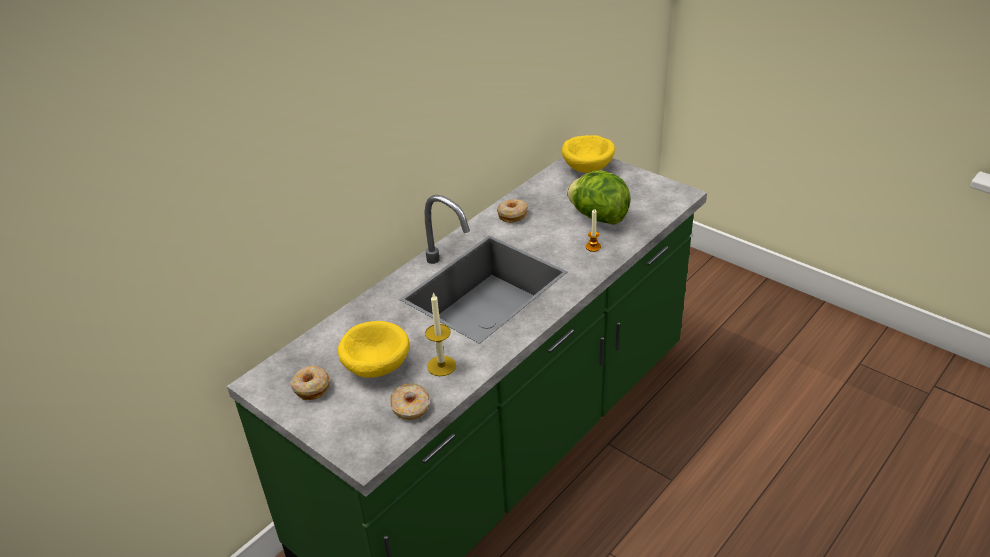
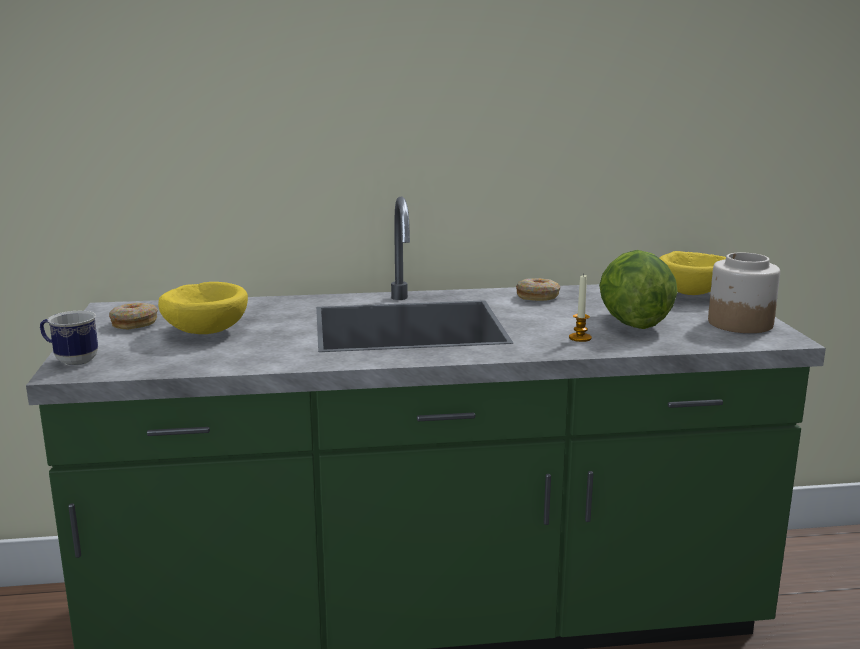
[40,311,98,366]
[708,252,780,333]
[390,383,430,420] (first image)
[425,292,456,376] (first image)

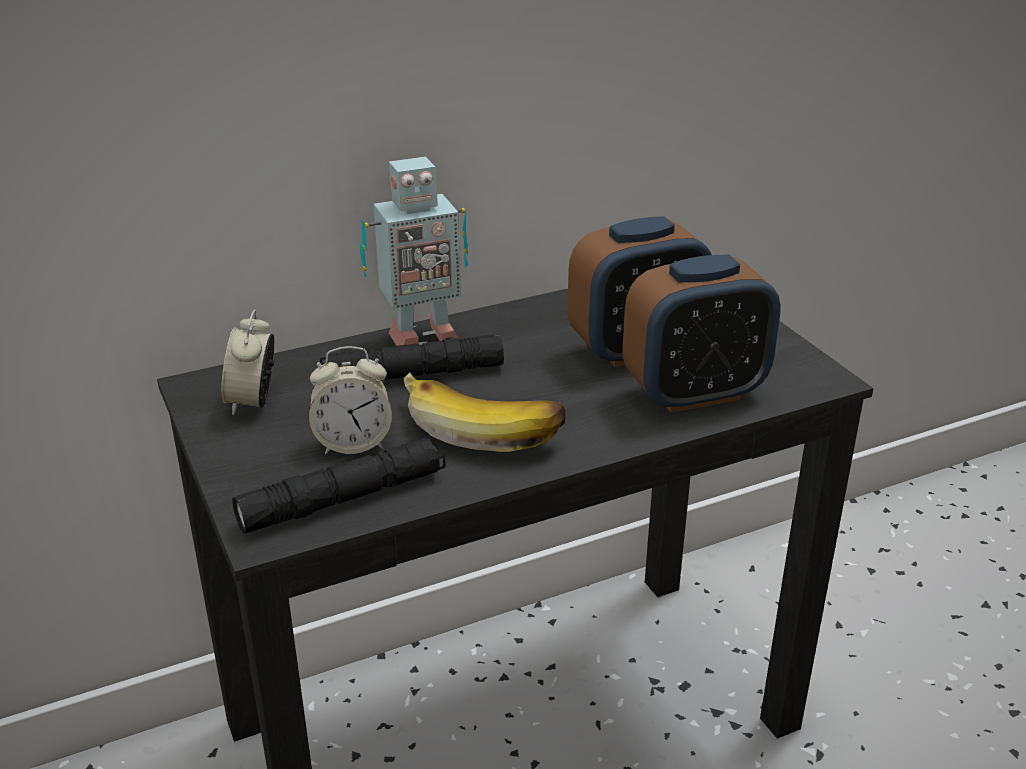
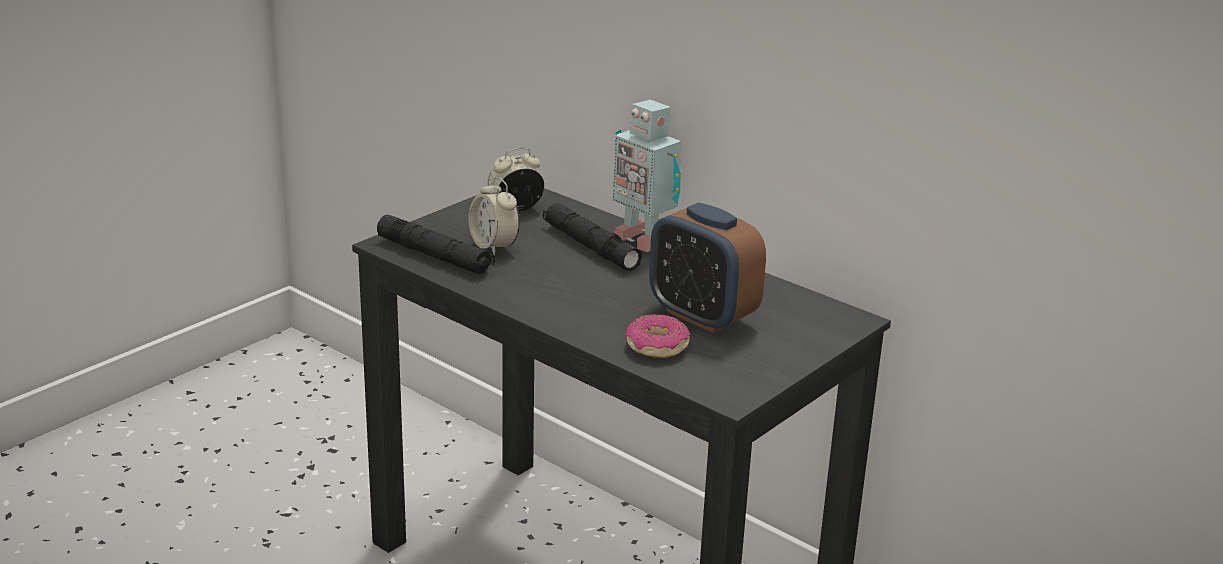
[625,314,690,358]
[403,373,566,452] (first image)

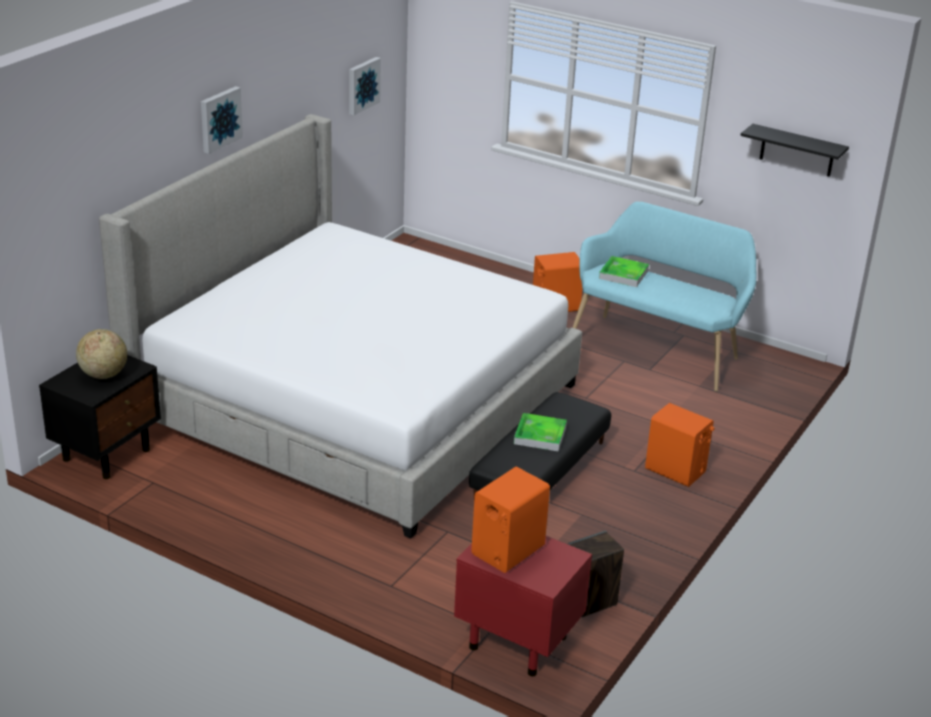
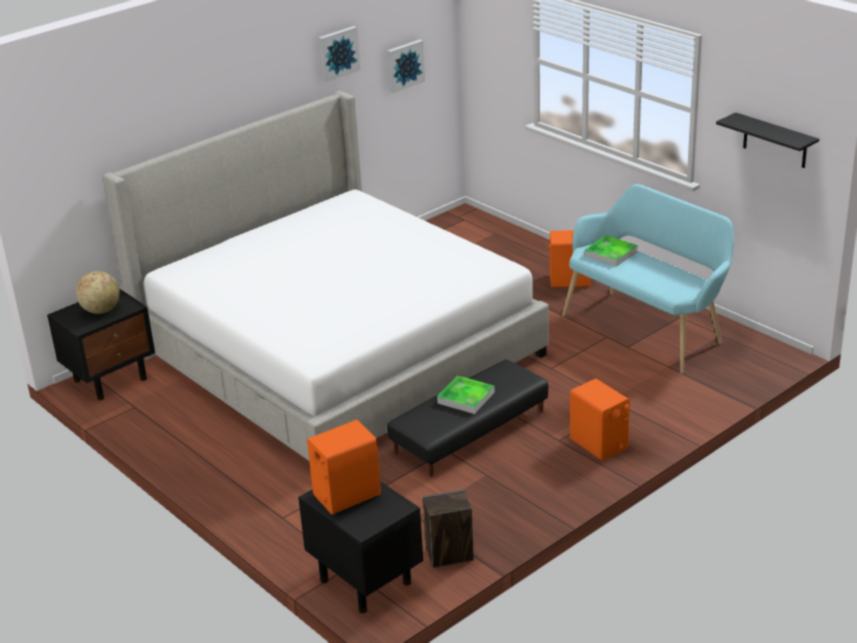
[298,481,423,613]
[318,26,360,82]

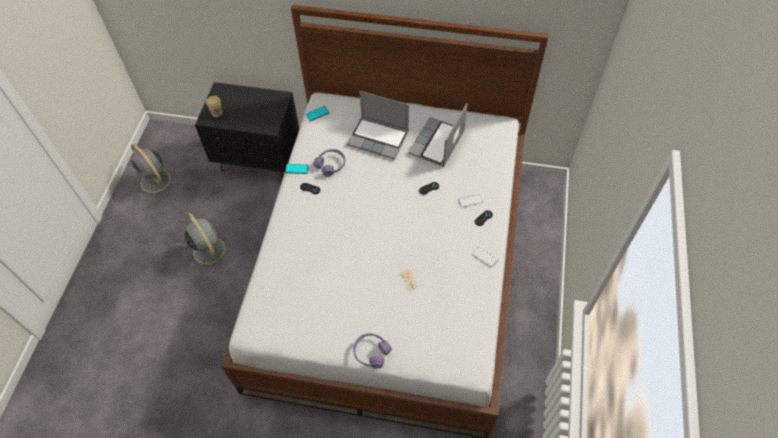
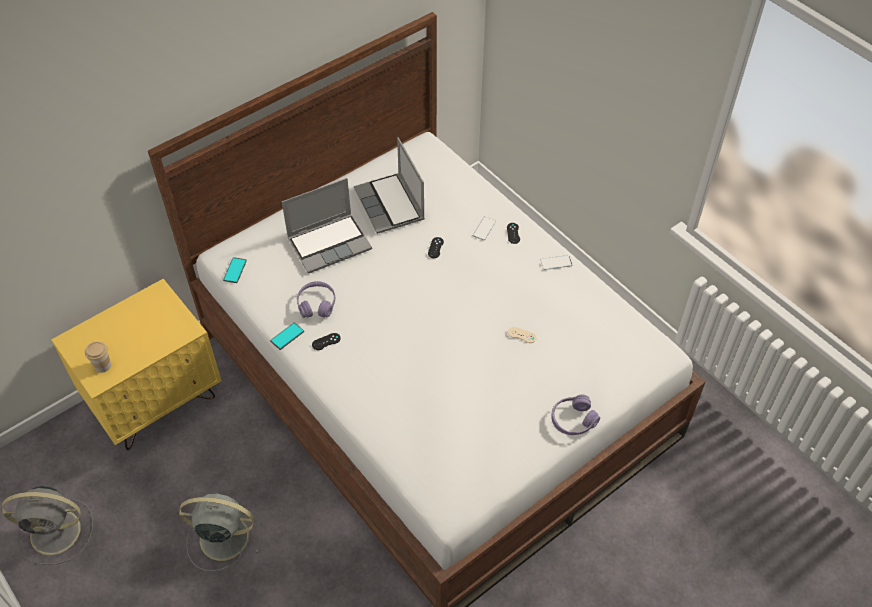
[51,279,222,450]

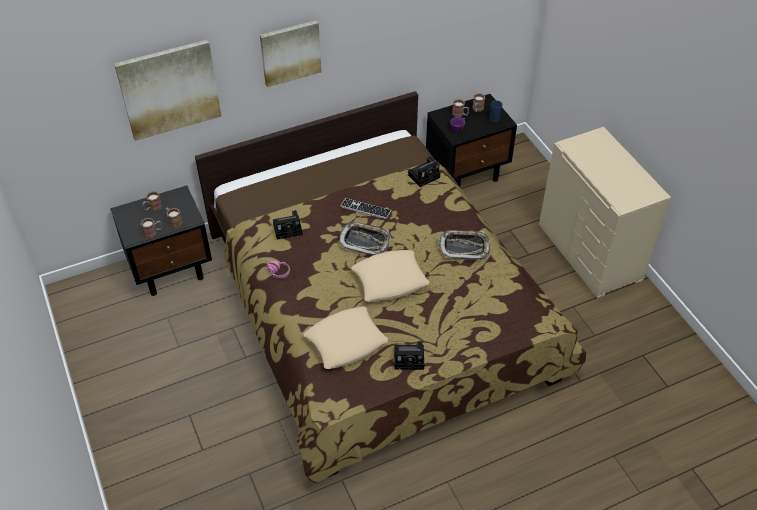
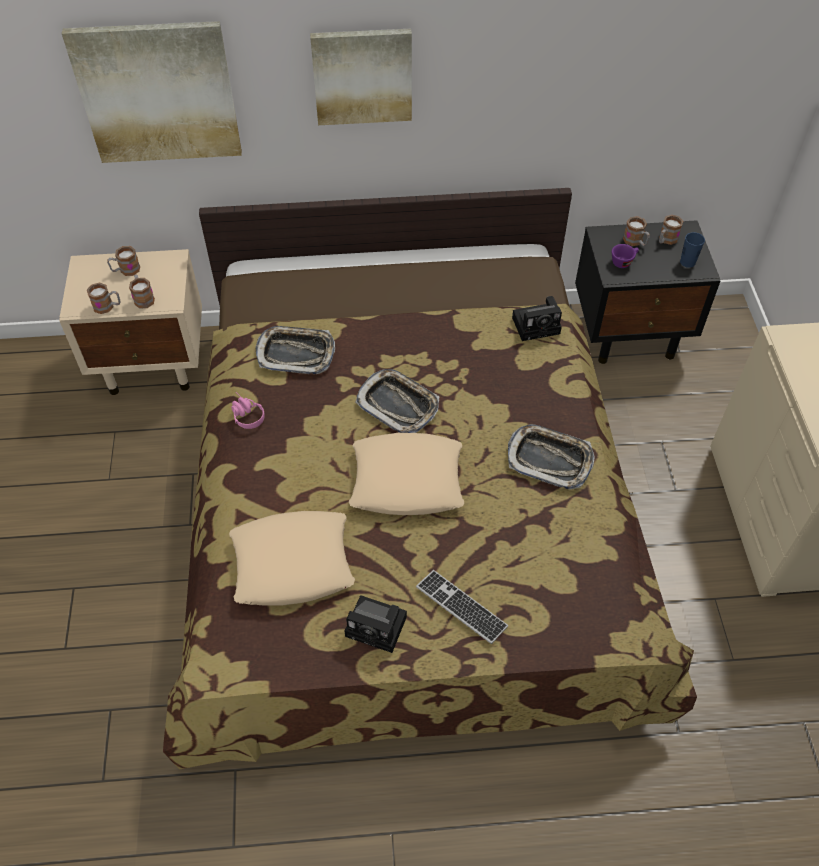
[59,249,202,395]
[255,326,335,374]
[416,570,508,644]

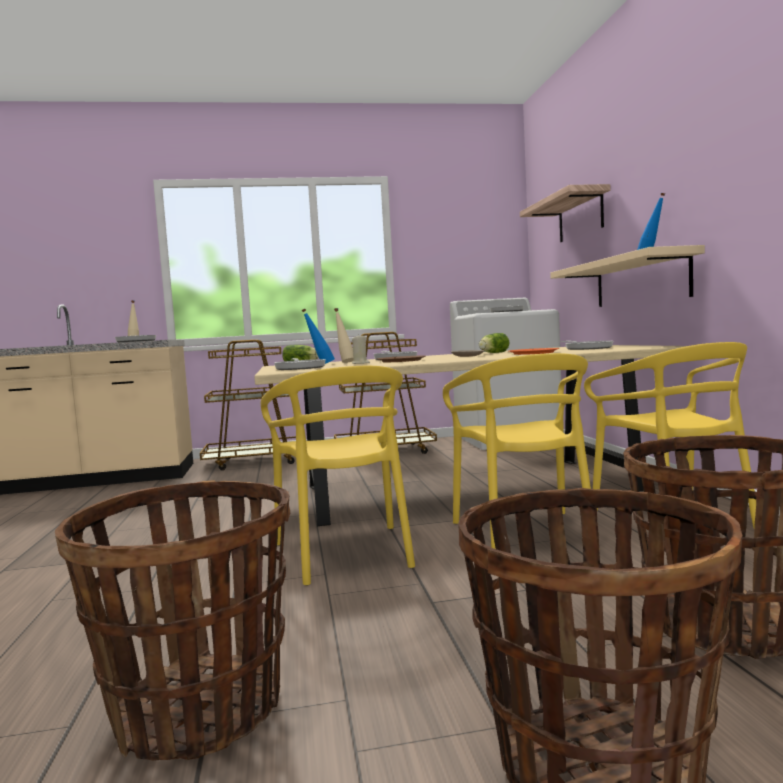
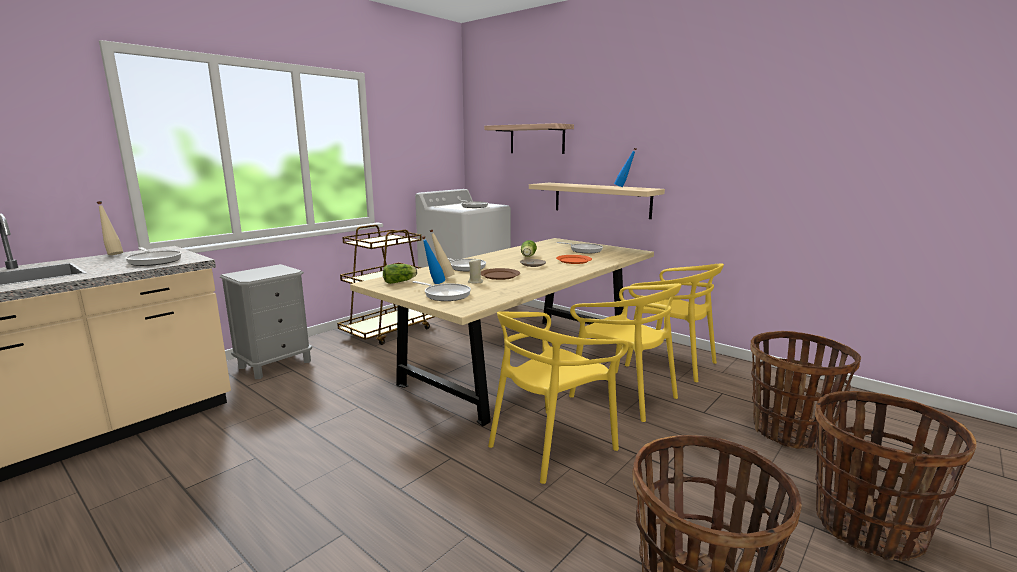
[220,264,312,379]
[488,311,629,484]

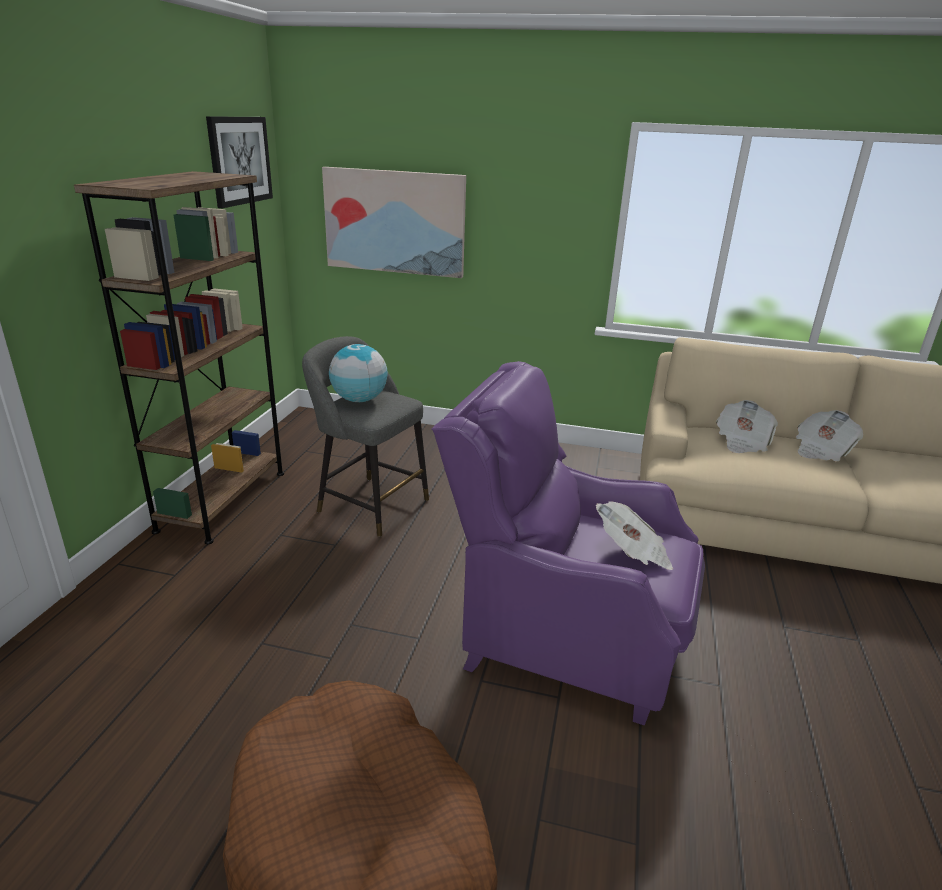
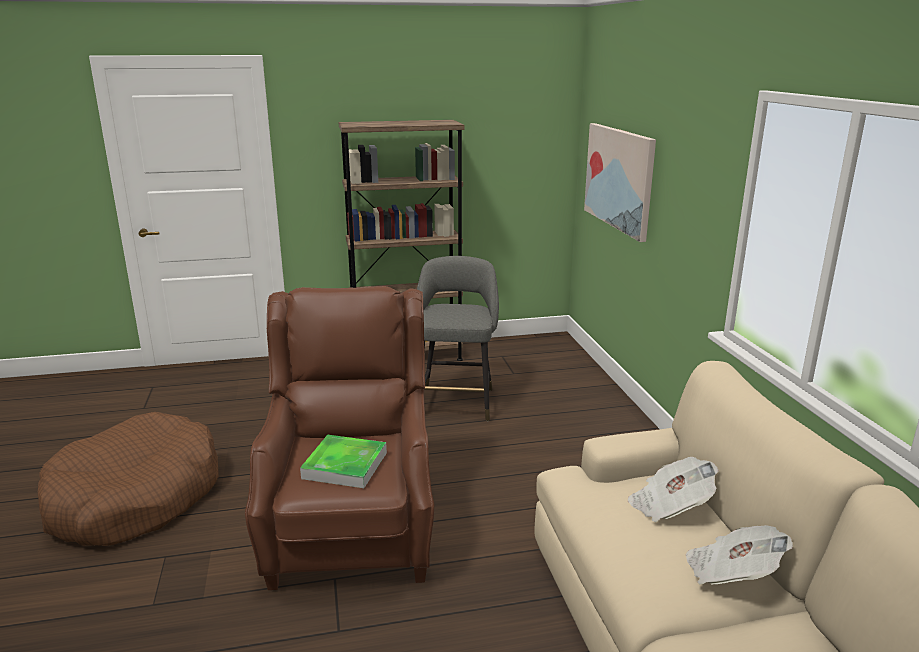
[245,286,434,590]
[300,435,387,488]
[206,116,273,208] (first image)
[329,344,388,402] (first image)

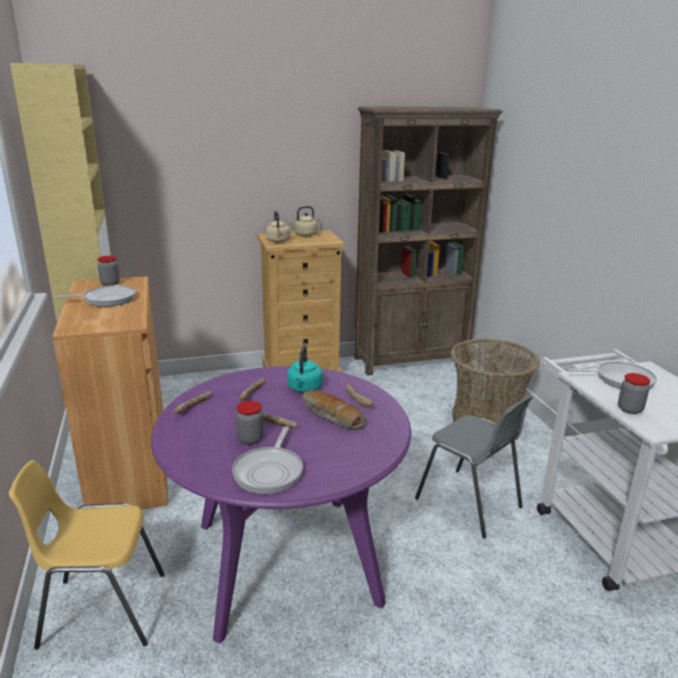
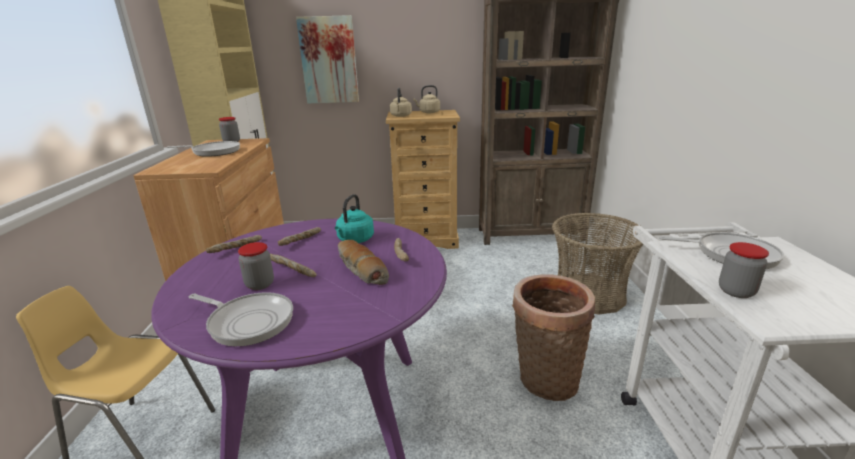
[189,292,293,346]
[296,15,359,103]
[512,274,595,401]

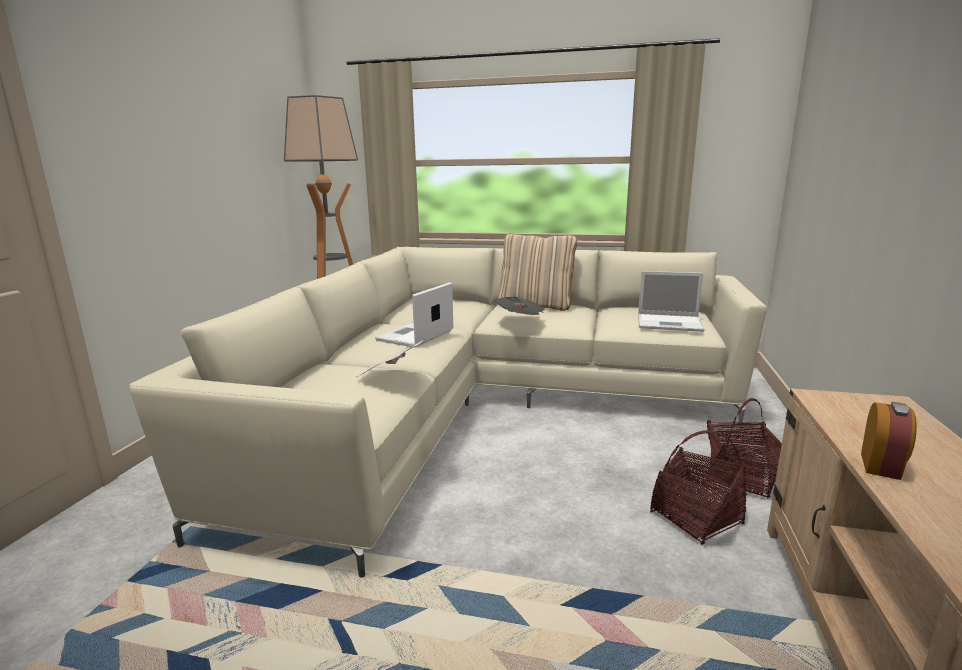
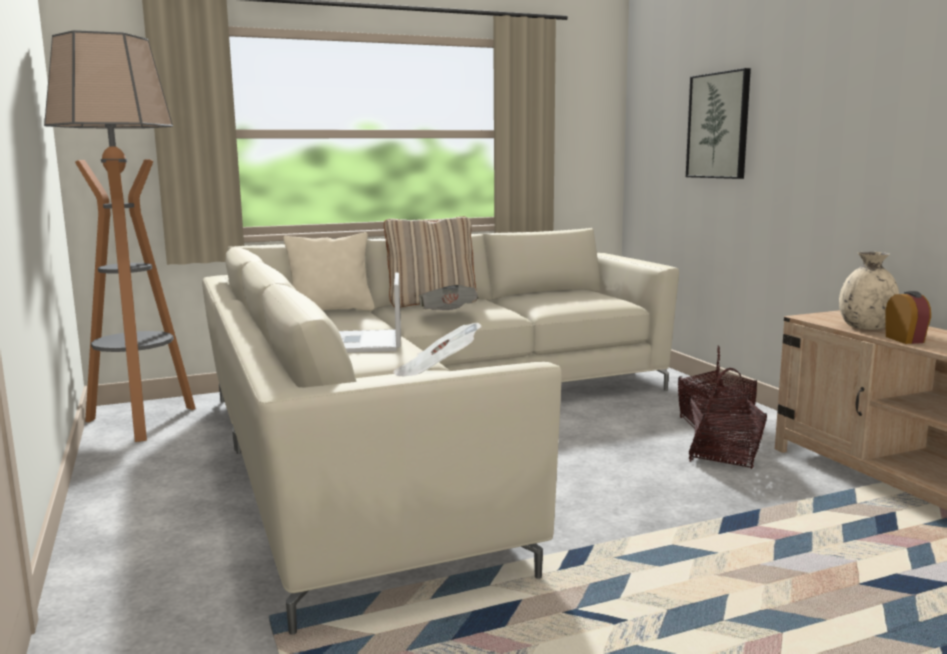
[283,232,375,311]
[686,68,751,179]
[839,252,899,330]
[638,271,704,332] (first image)

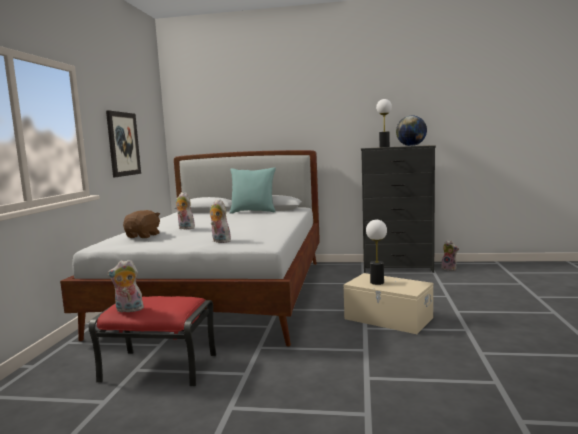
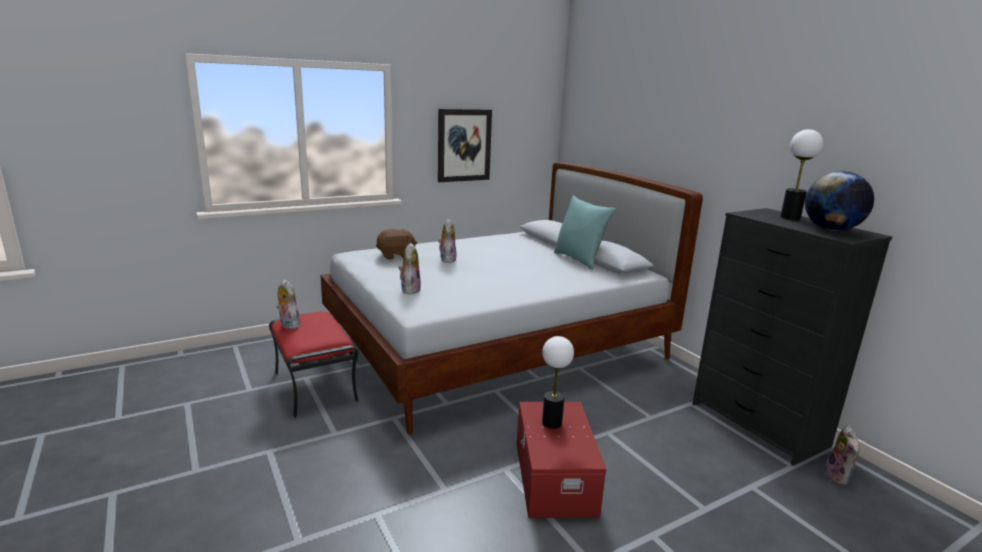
[517,402,606,518]

